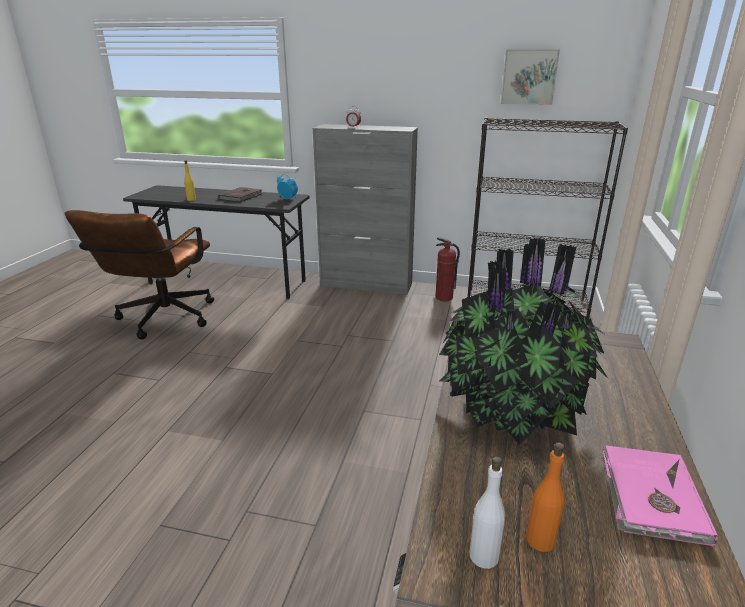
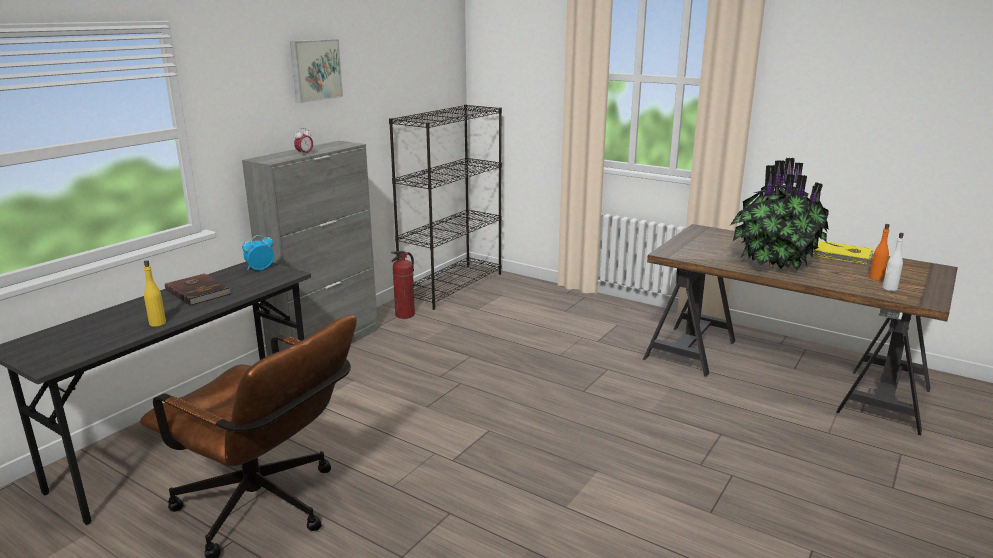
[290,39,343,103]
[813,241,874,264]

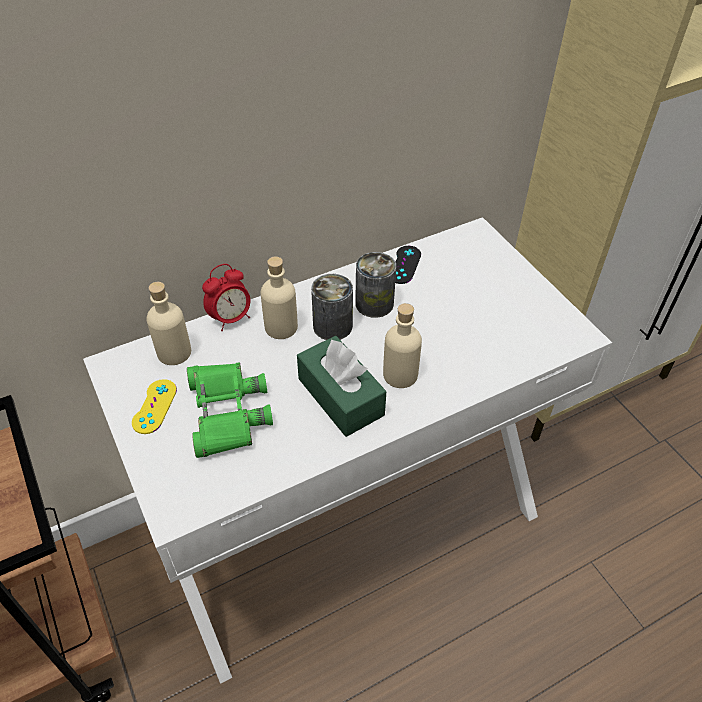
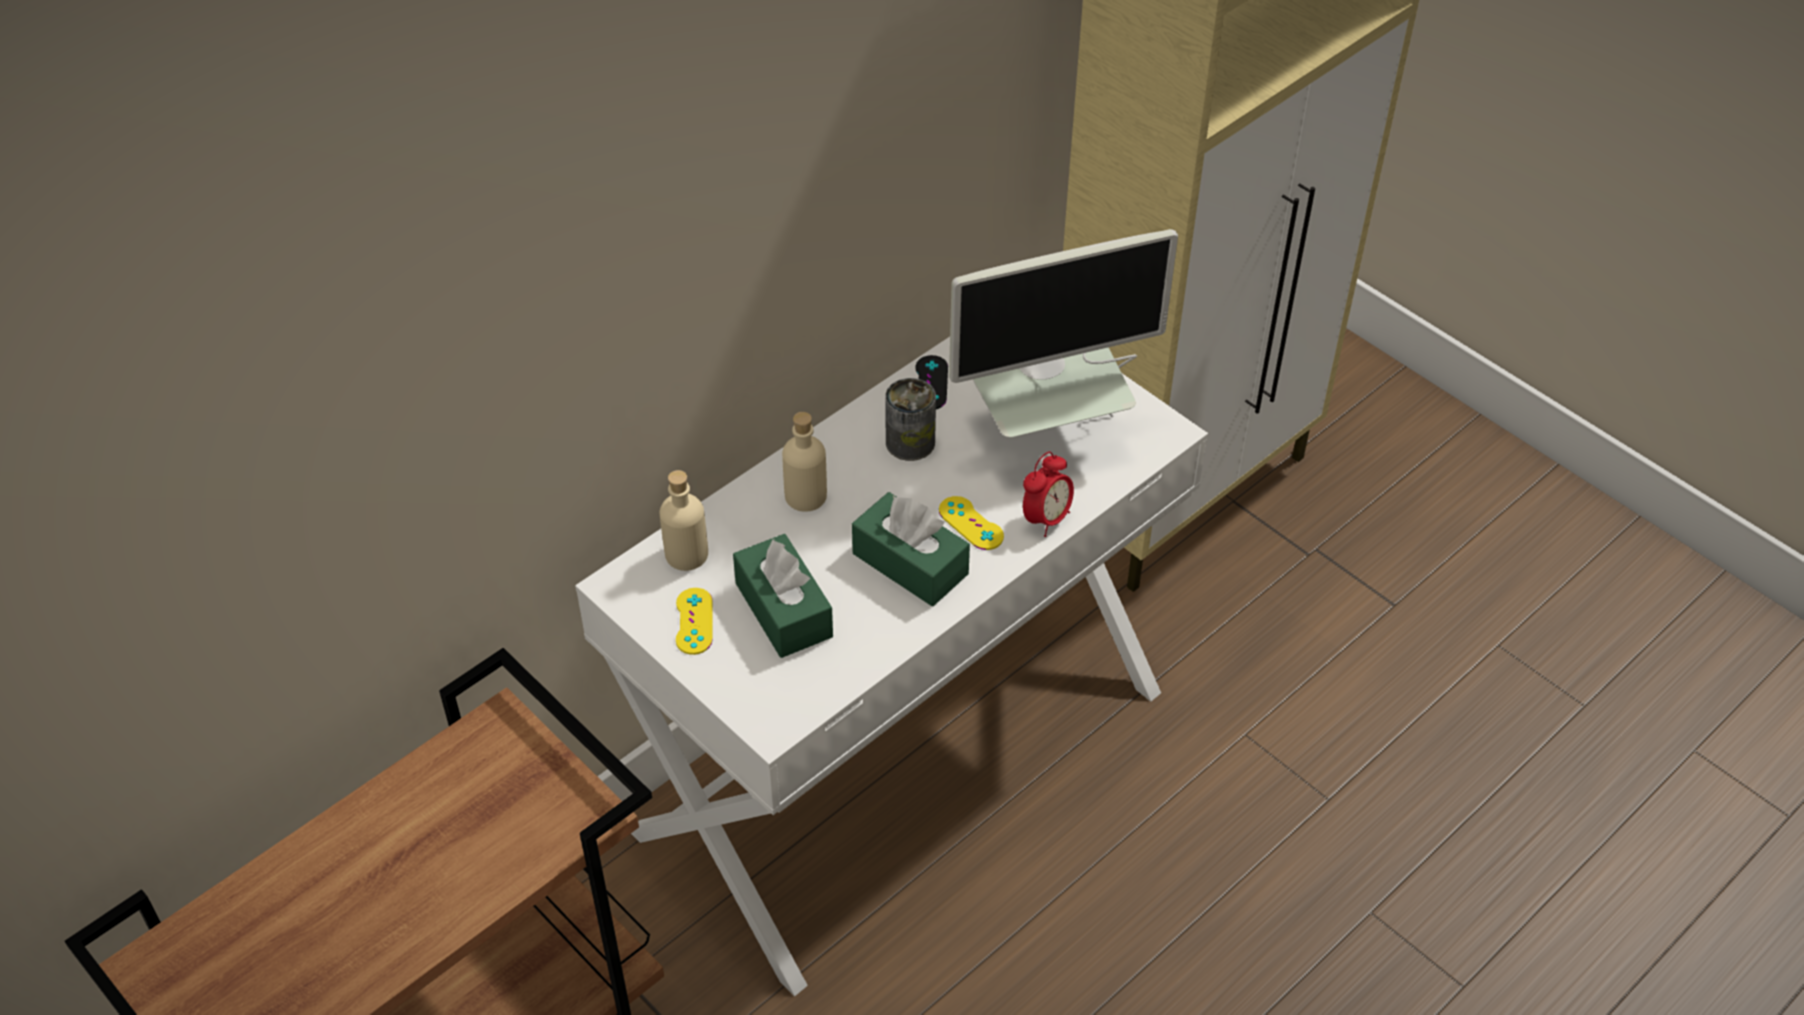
[733,534,833,658]
[939,496,1004,550]
[949,229,1178,438]
[1023,452,1074,537]
[311,274,353,340] (first image)

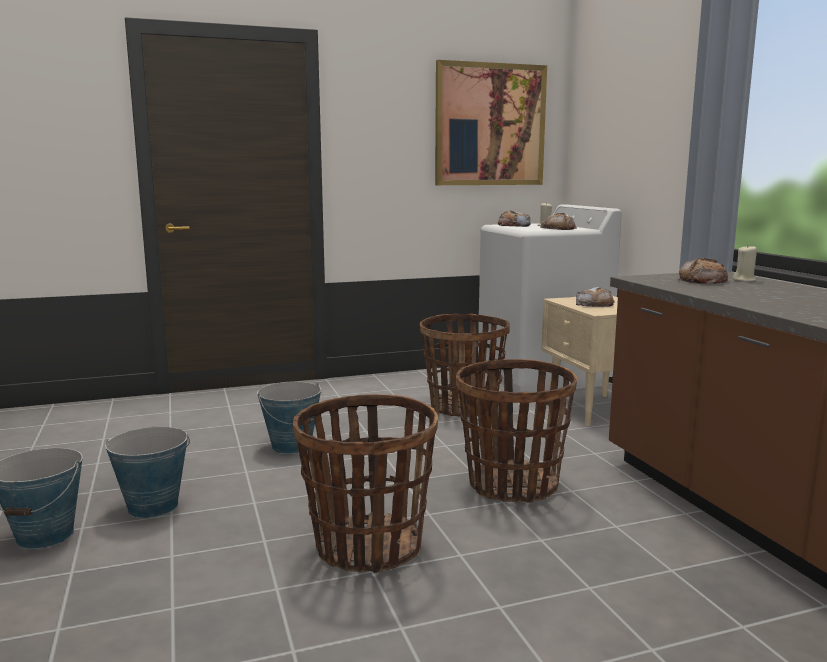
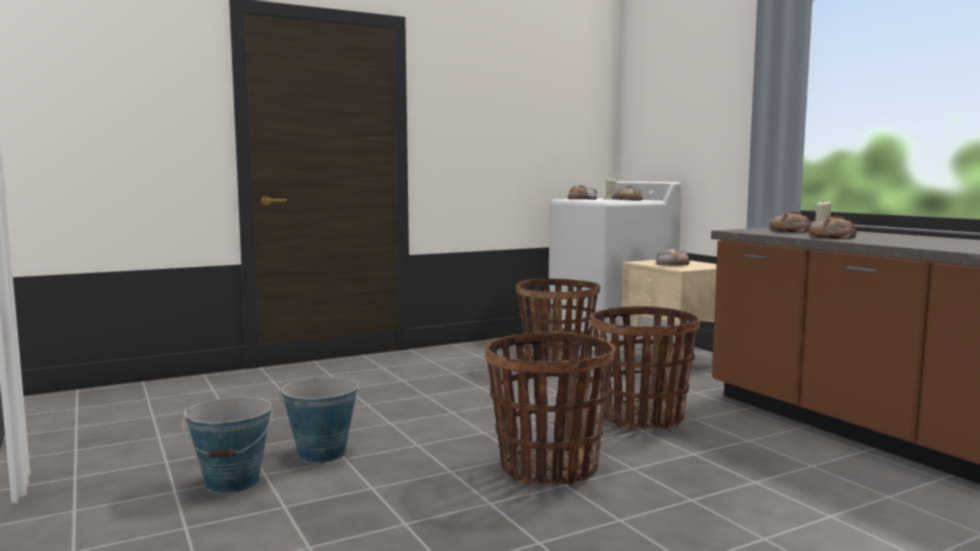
[808,215,857,239]
[257,382,324,454] (first image)
[435,60,547,185] (first image)

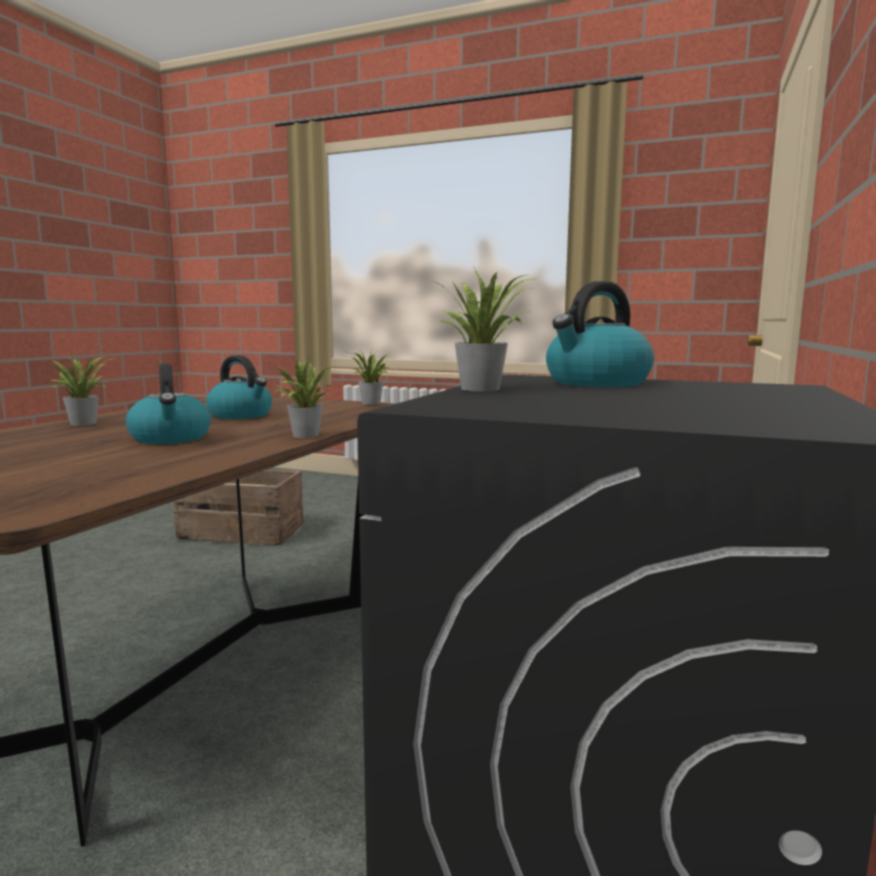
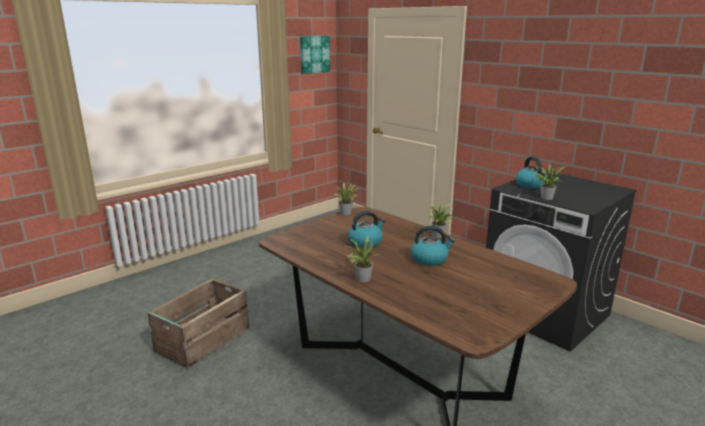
[300,36,330,74]

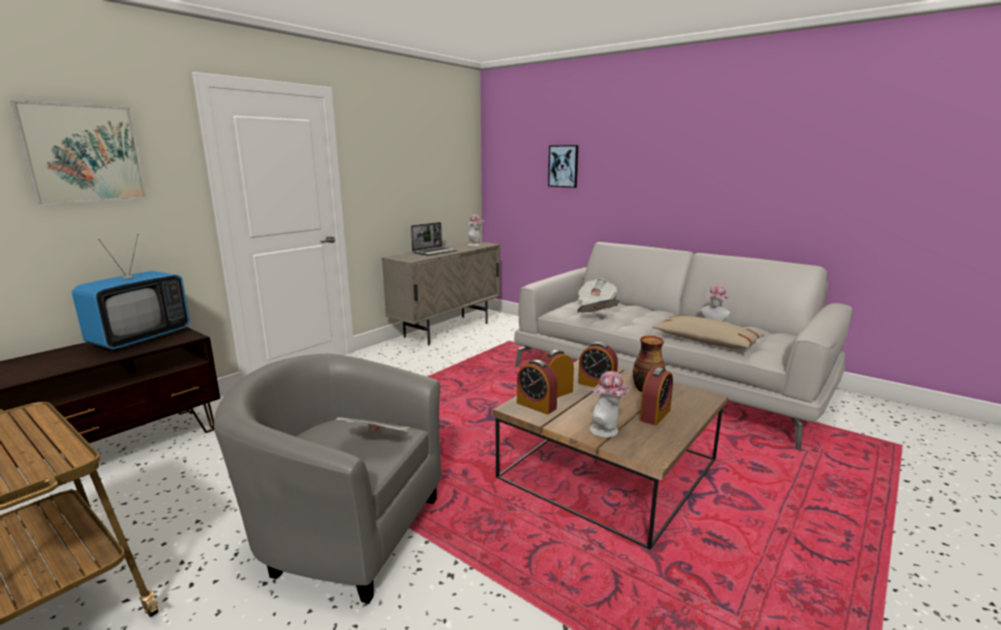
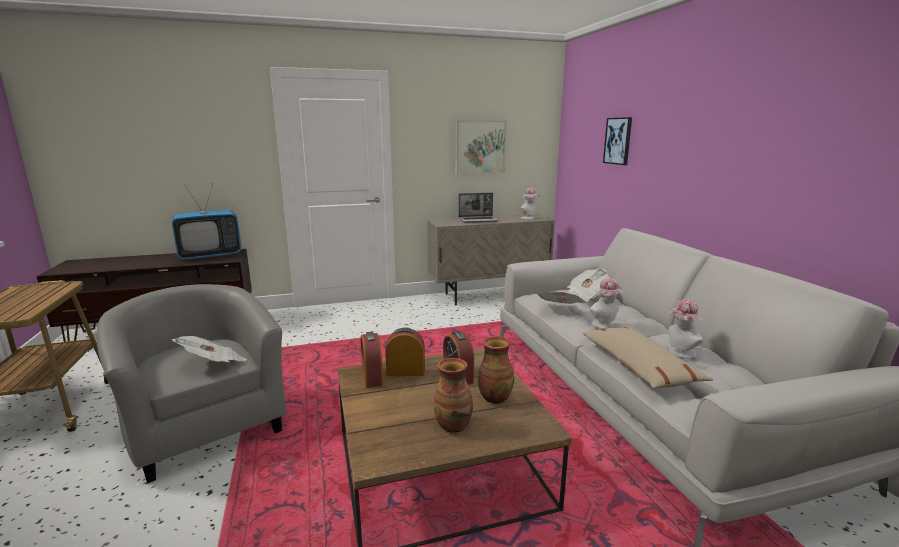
[434,358,473,433]
[456,120,507,175]
[590,278,623,329]

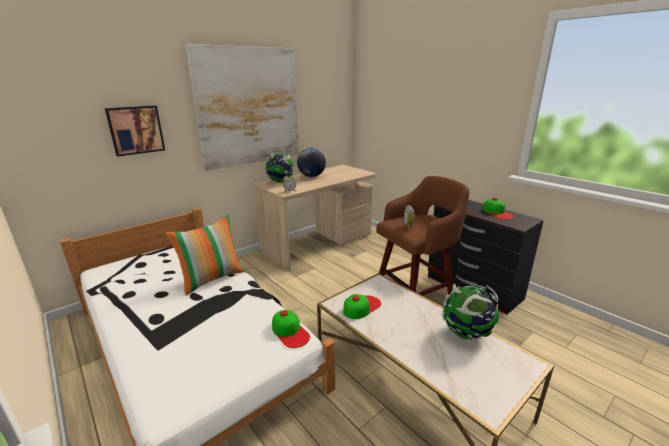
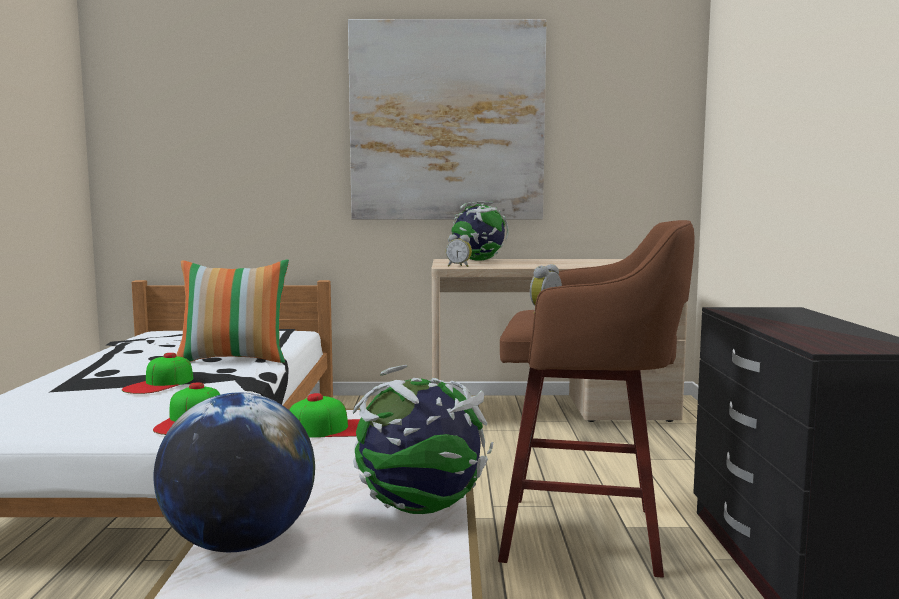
[122,353,193,394]
[154,392,315,552]
[105,105,165,157] (first image)

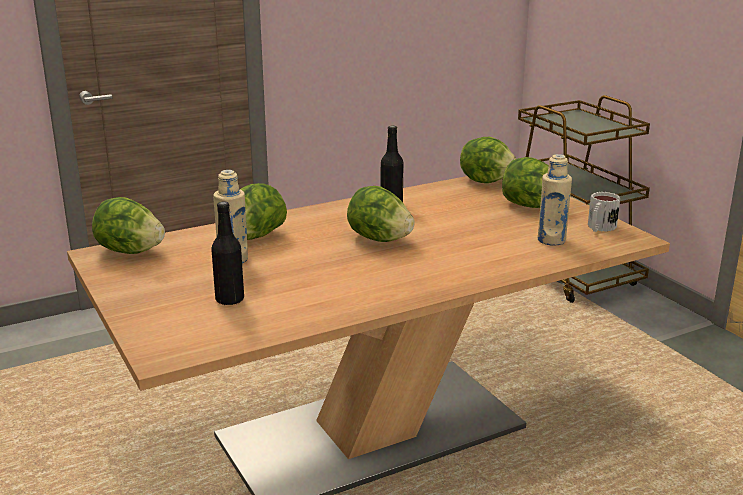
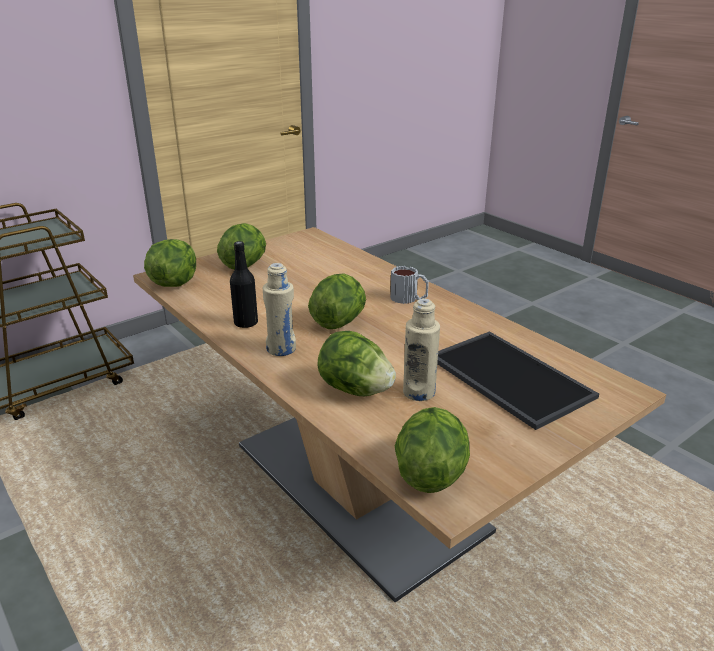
[263,263,296,356]
[390,266,429,304]
[437,331,599,430]

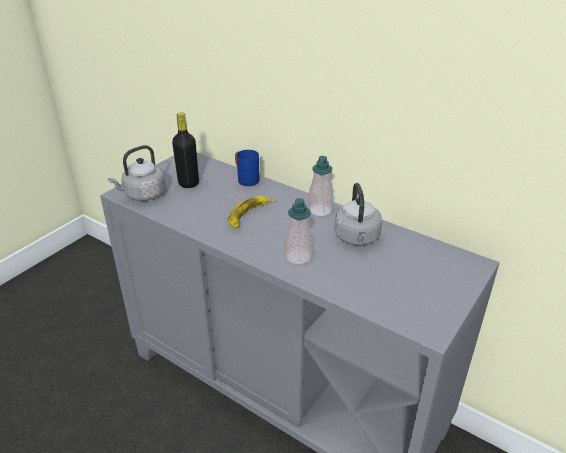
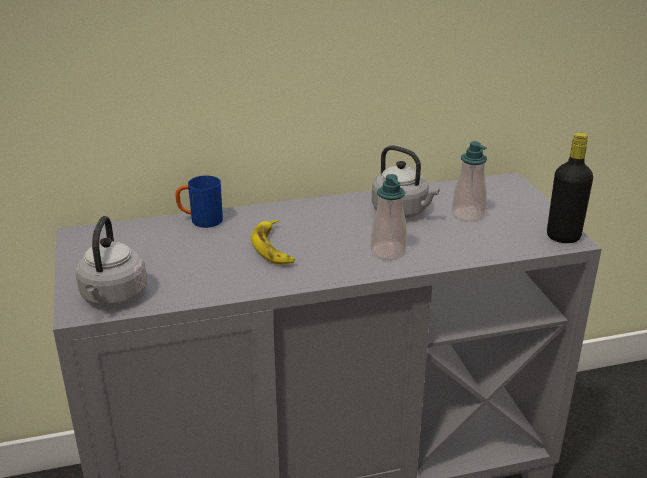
[452,141,487,222]
[547,133,593,243]

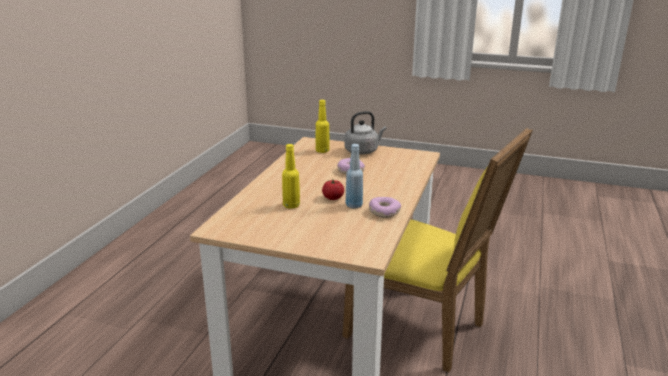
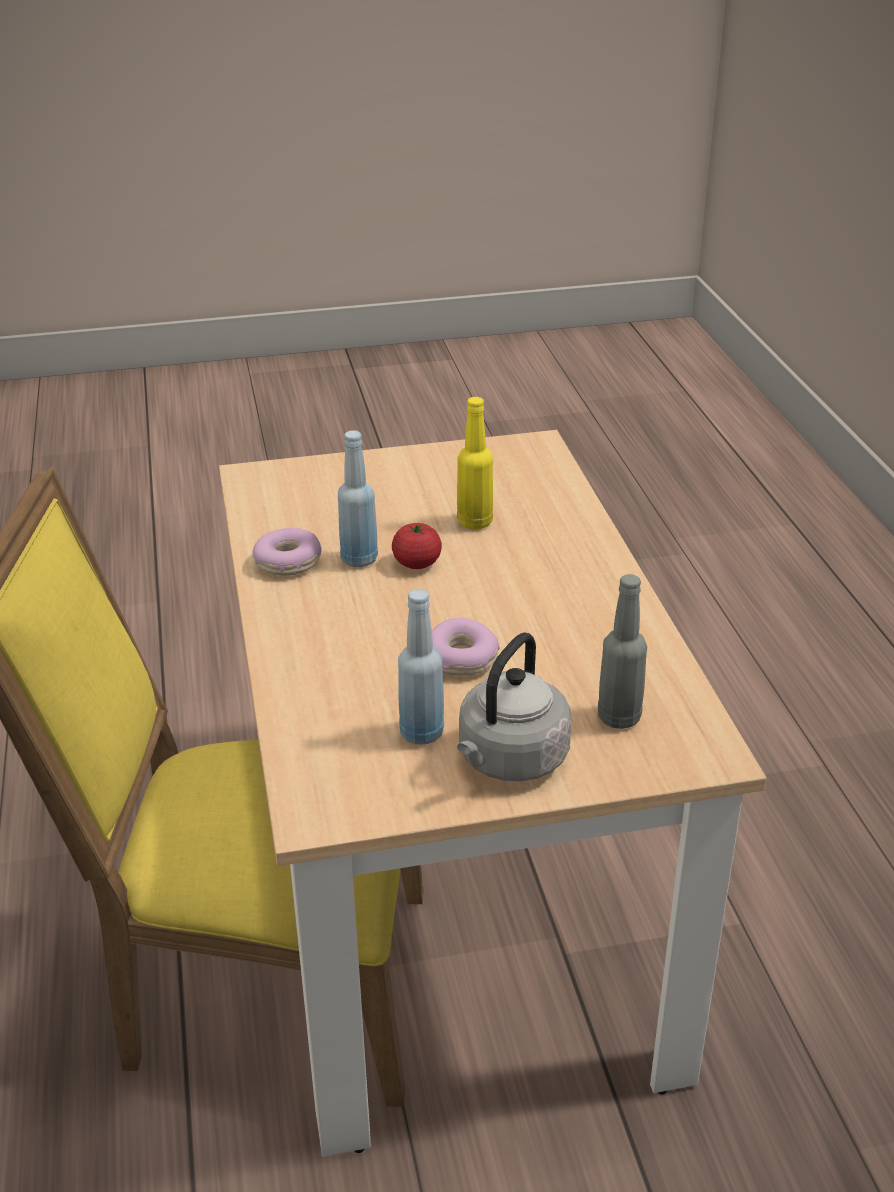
[398,589,444,745]
[598,574,647,729]

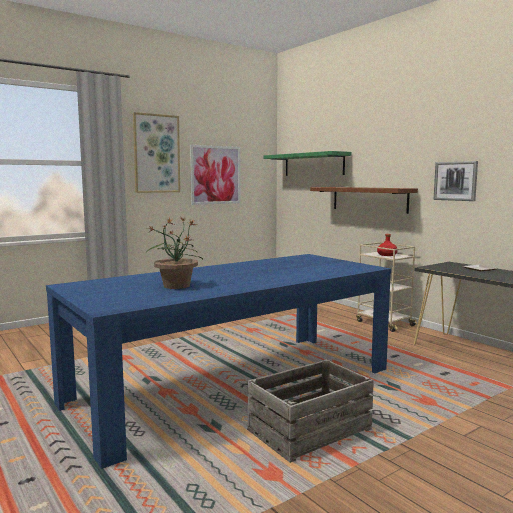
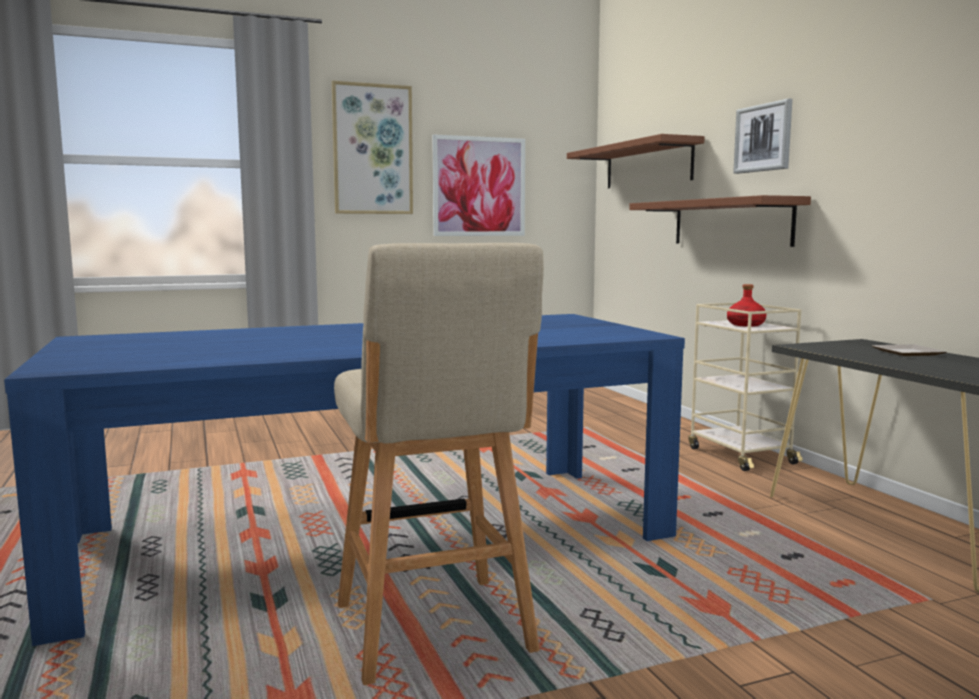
[334,243,544,685]
[567,134,705,188]
[733,98,792,174]
[146,217,203,289] (first image)

